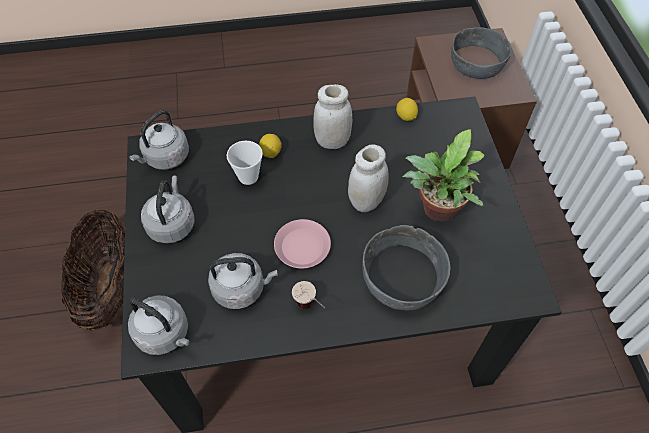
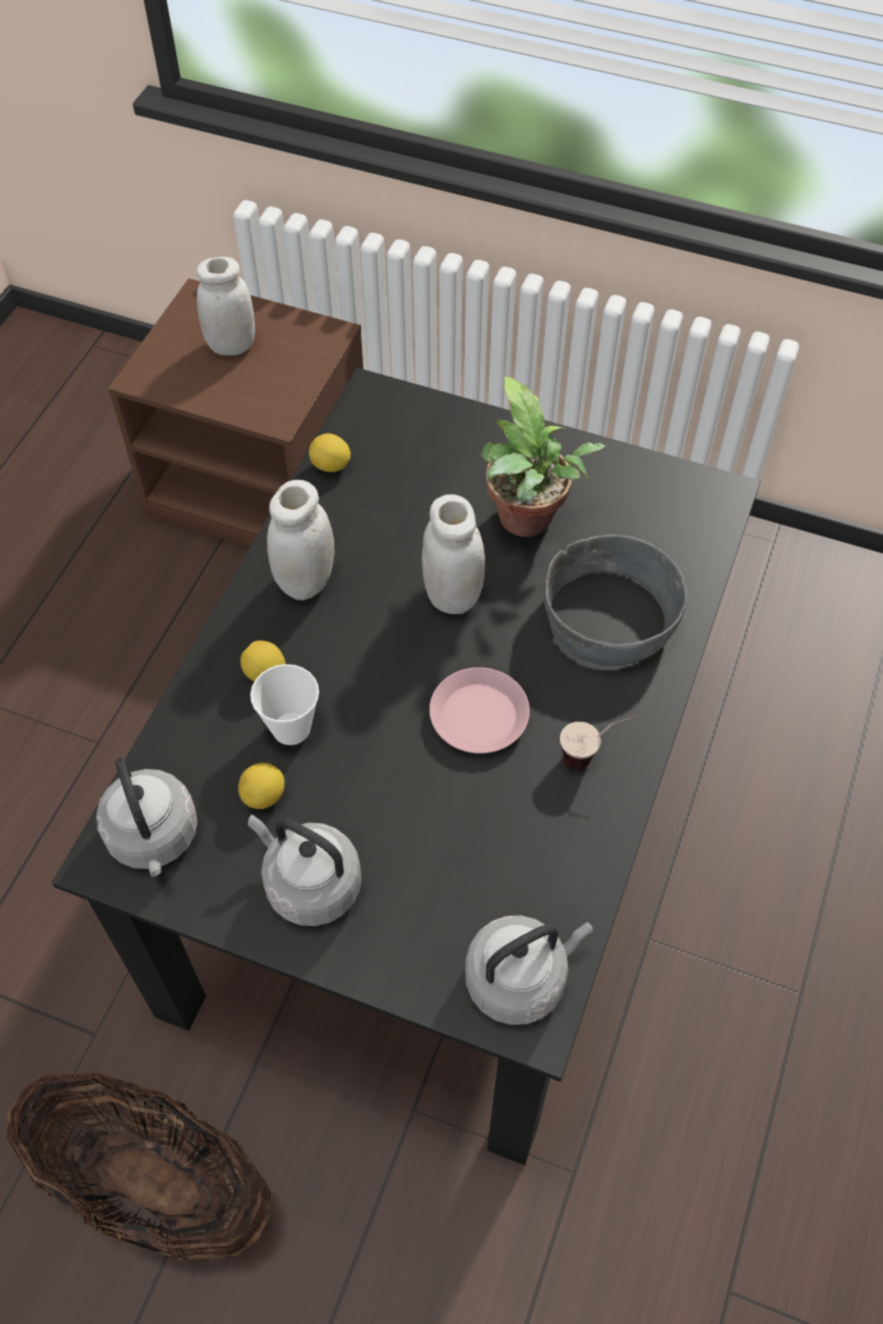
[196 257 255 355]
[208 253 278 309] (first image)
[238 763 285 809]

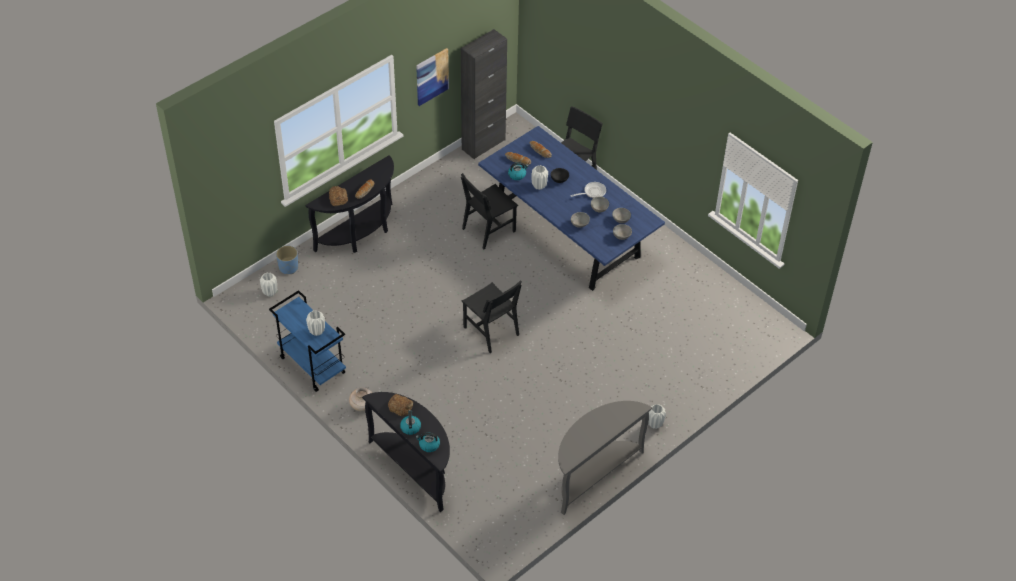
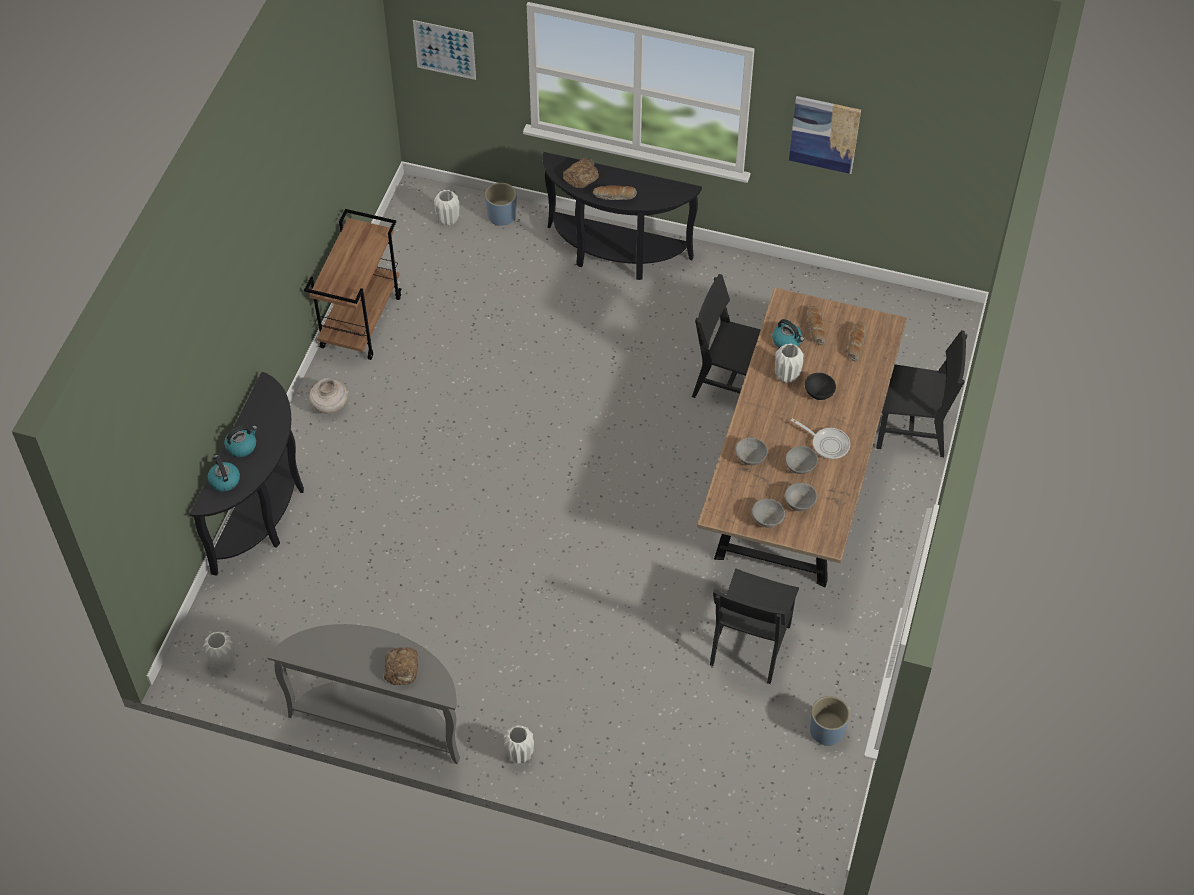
[461 29 507 159] (first image)
[697 288 907 587]
[710 568 799 684]
[304 209 402 360]
[203 632 235 669]
[384 647 418 685]
[413 20 476 80]
[810 696 850 746]

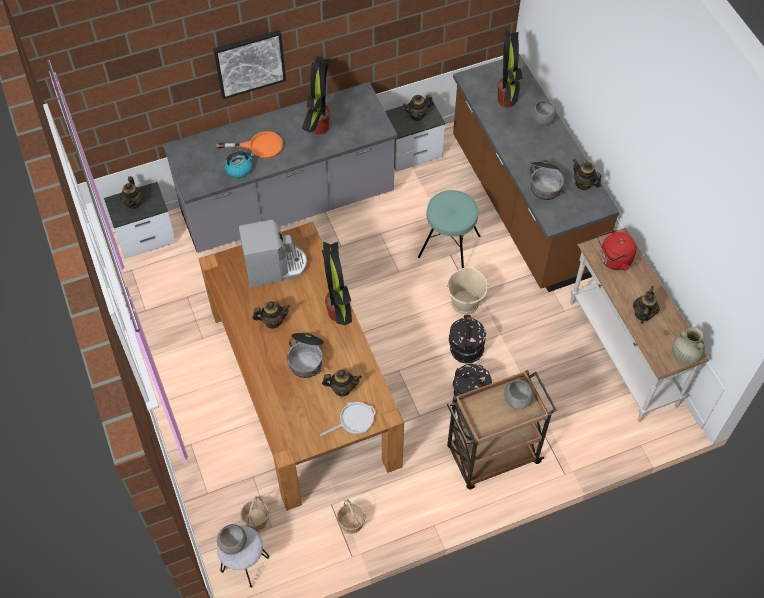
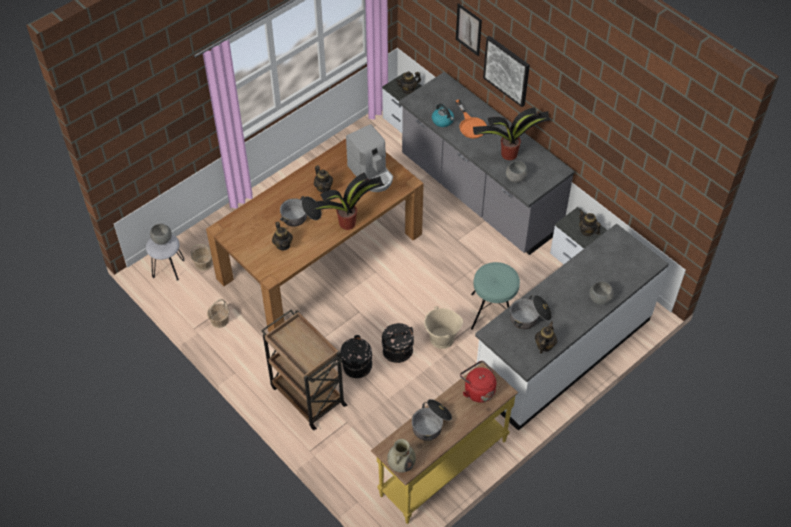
[497 29 523 107] (first image)
[475 224 668 431]
[371 363 518 524]
[412 399 452 441]
[506 161 528 183]
[320 402 376 436] (first image)
[456 3 482 56]

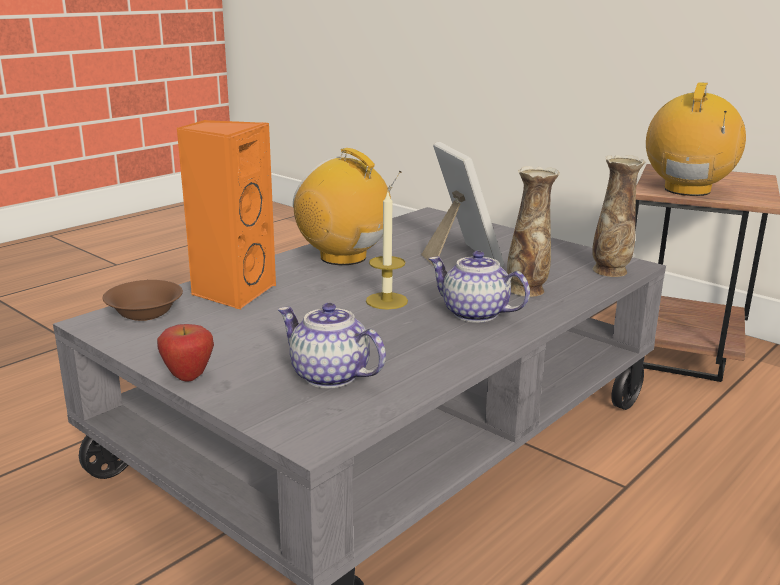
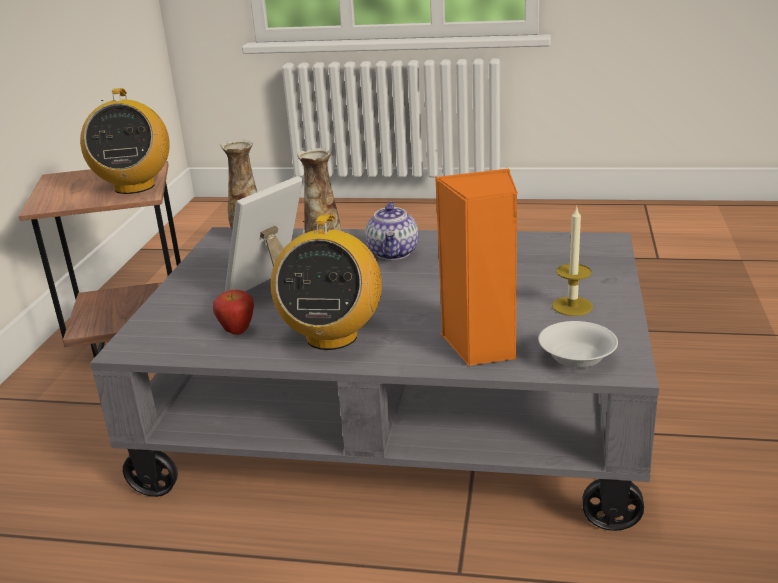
[80 88 170 194]
[552 206 593 316]
[538 321 618 368]
[278 303 386 388] (first image)
[213 290 254 335]

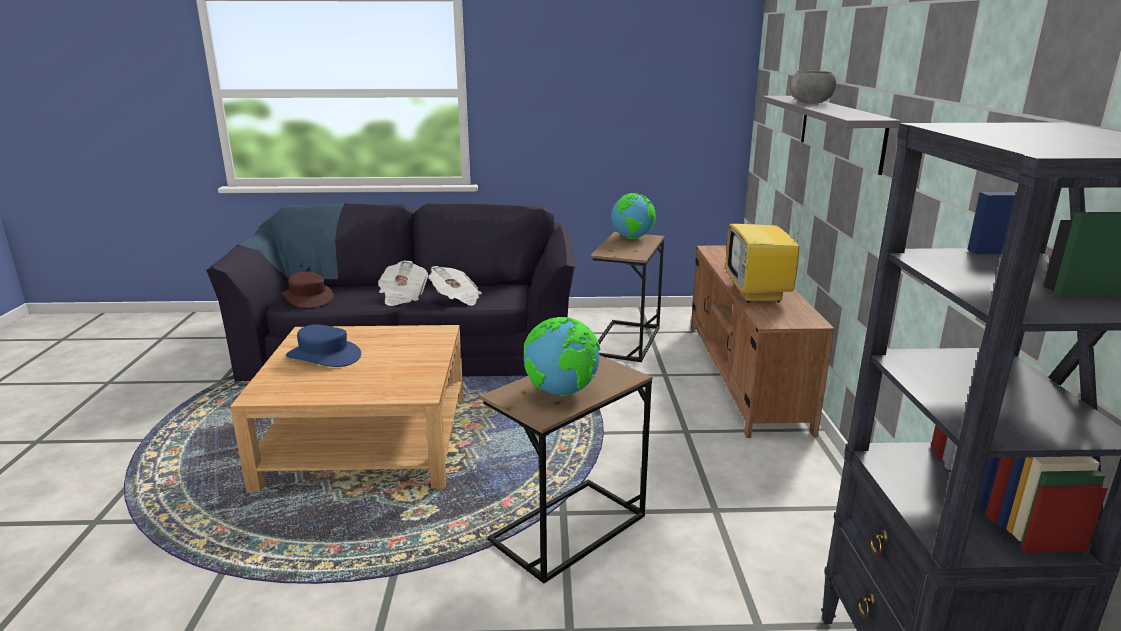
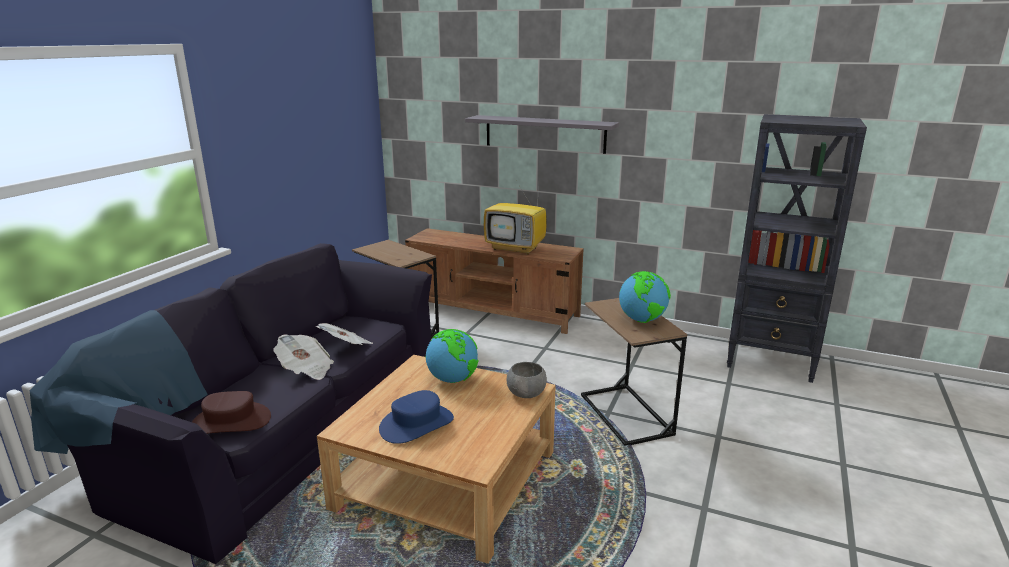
[507 362 547 398]
[425 329 478 383]

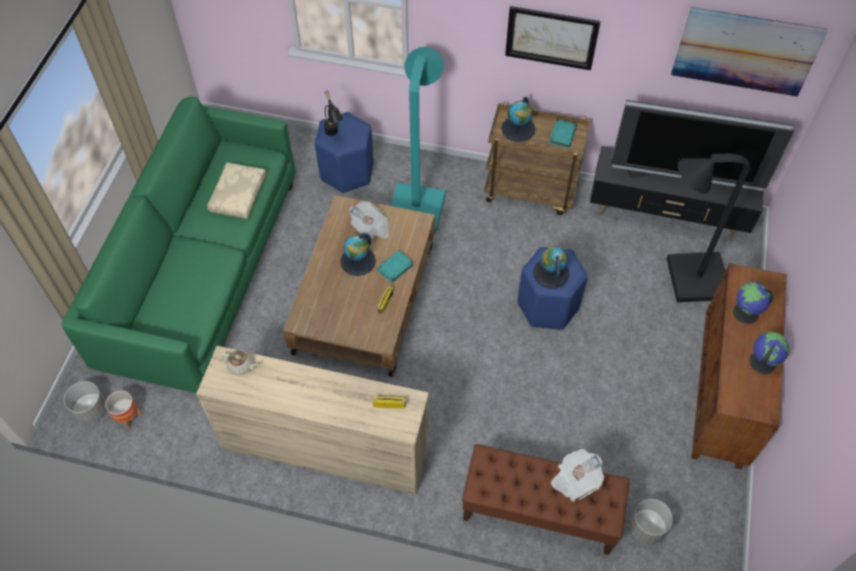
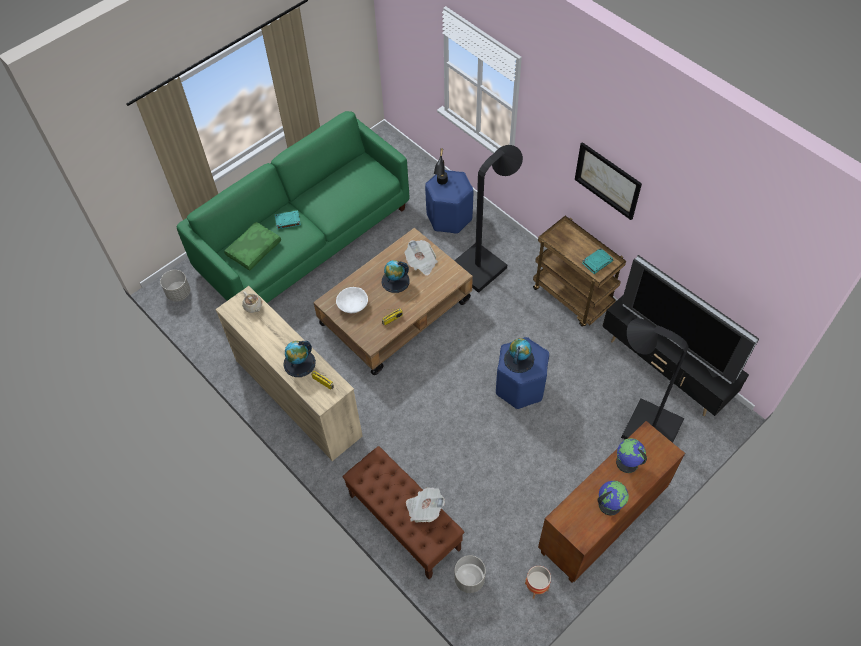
[671 7 828 97] (first image)
[454 145 523 293]
[283 341 316 377]
[207 163 266 218] (first image)
[275 210 301 230]
[525 566 551 599]
[224 222 281 271]
[336 287 368 313]

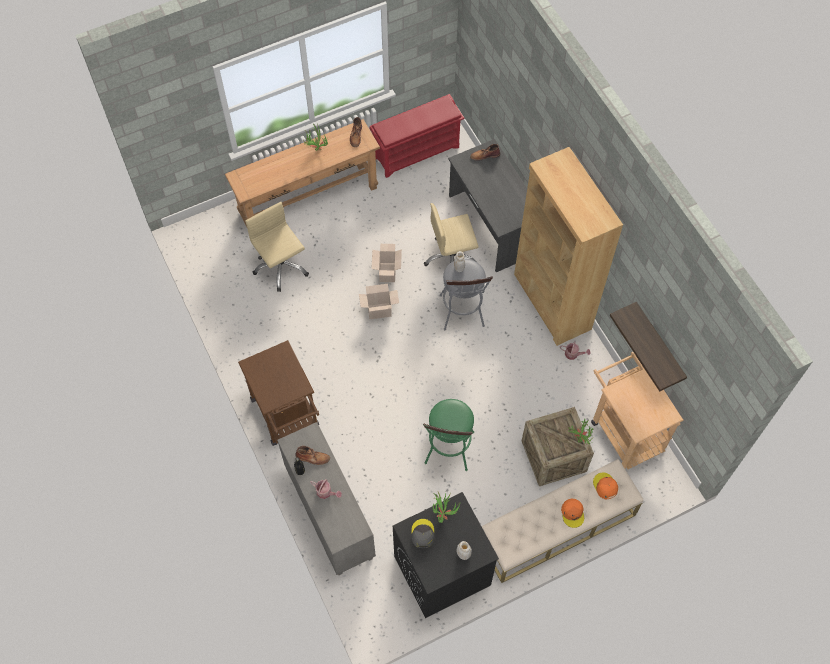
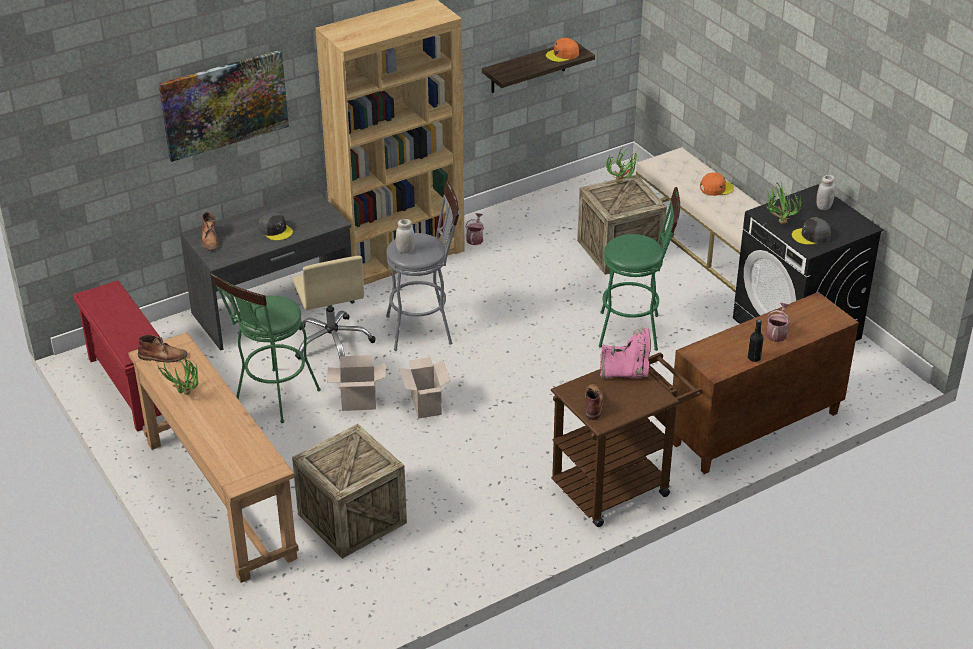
[292 424 407 559]
[591 352 683 469] (first image)
[673 292 859 474]
[585 384 604 420]
[546 38 579 62]
[159 50 289 162]
[259 212 293 241]
[211 273 321 423]
[600 328 651 379]

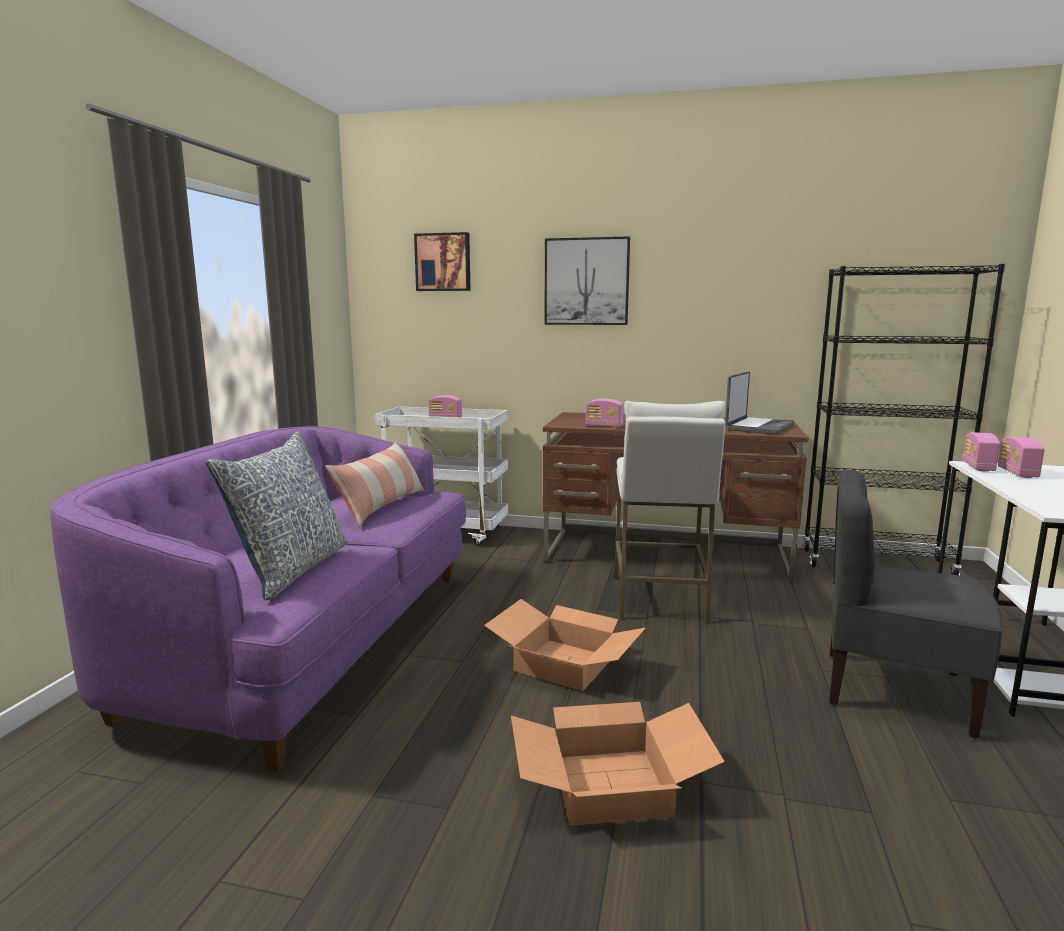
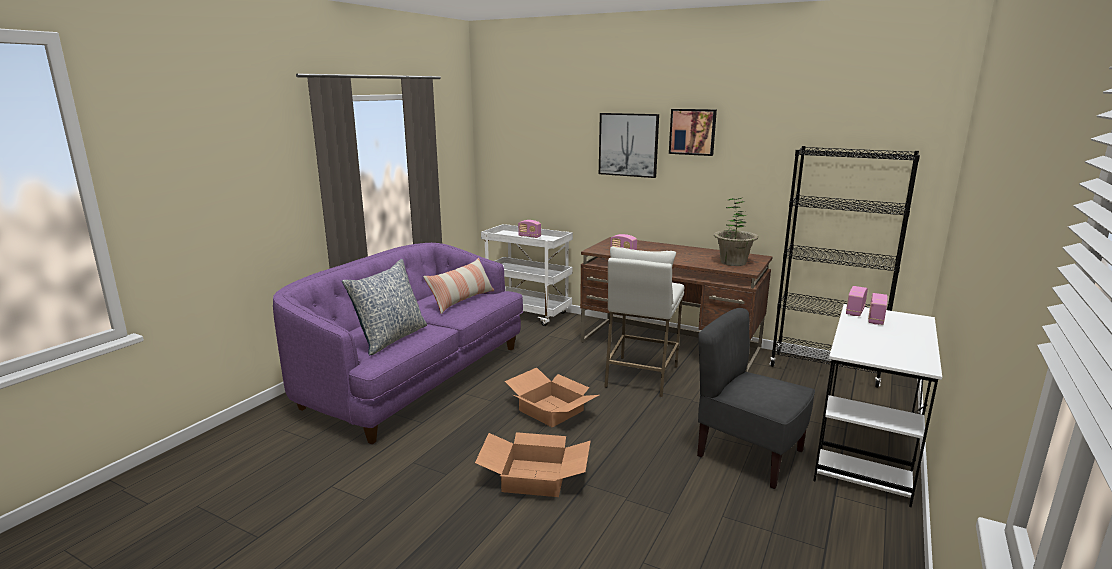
[669 109 717 156]
[714 197 758 266]

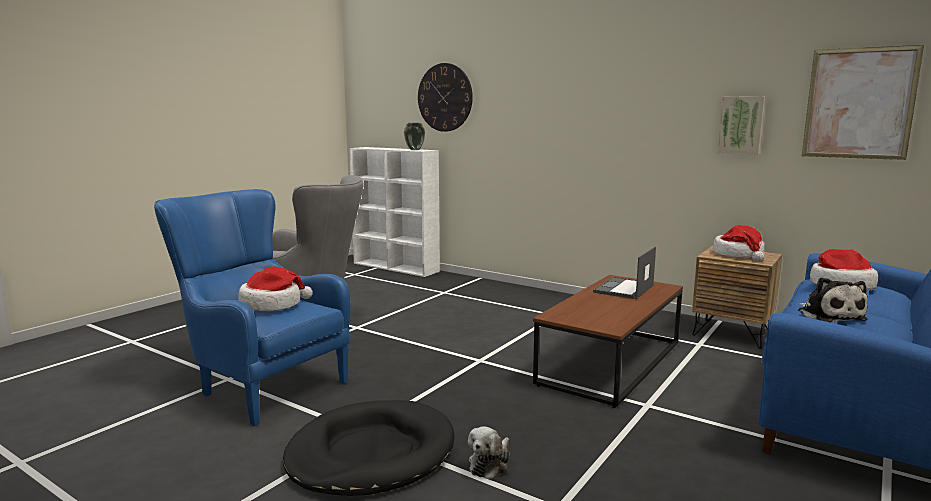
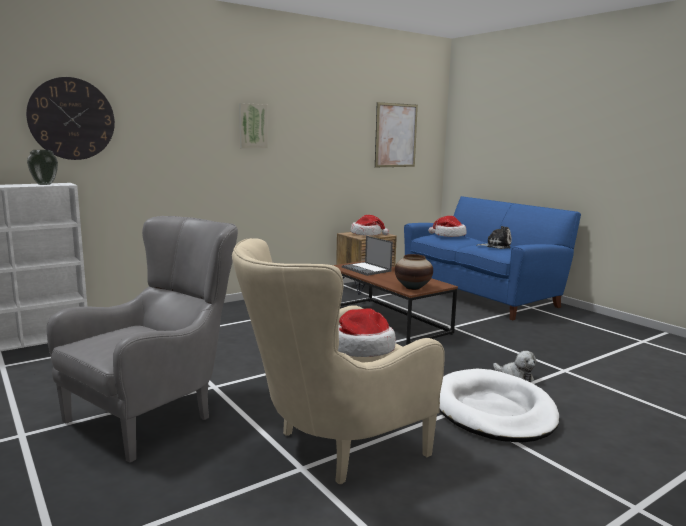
[239 103 268 148]
[232 238 445 484]
[440 368 560 442]
[395 254 433 290]

